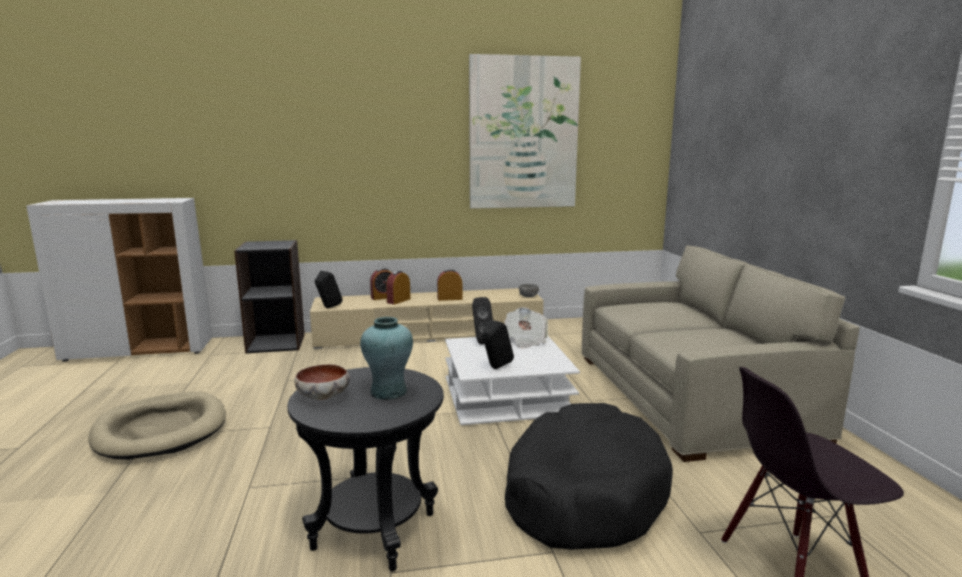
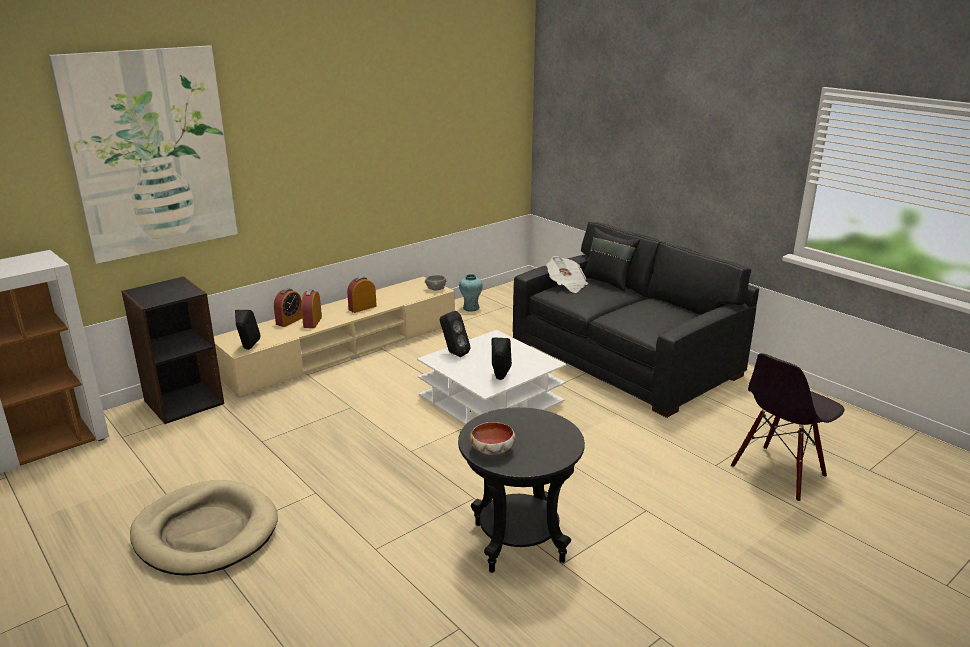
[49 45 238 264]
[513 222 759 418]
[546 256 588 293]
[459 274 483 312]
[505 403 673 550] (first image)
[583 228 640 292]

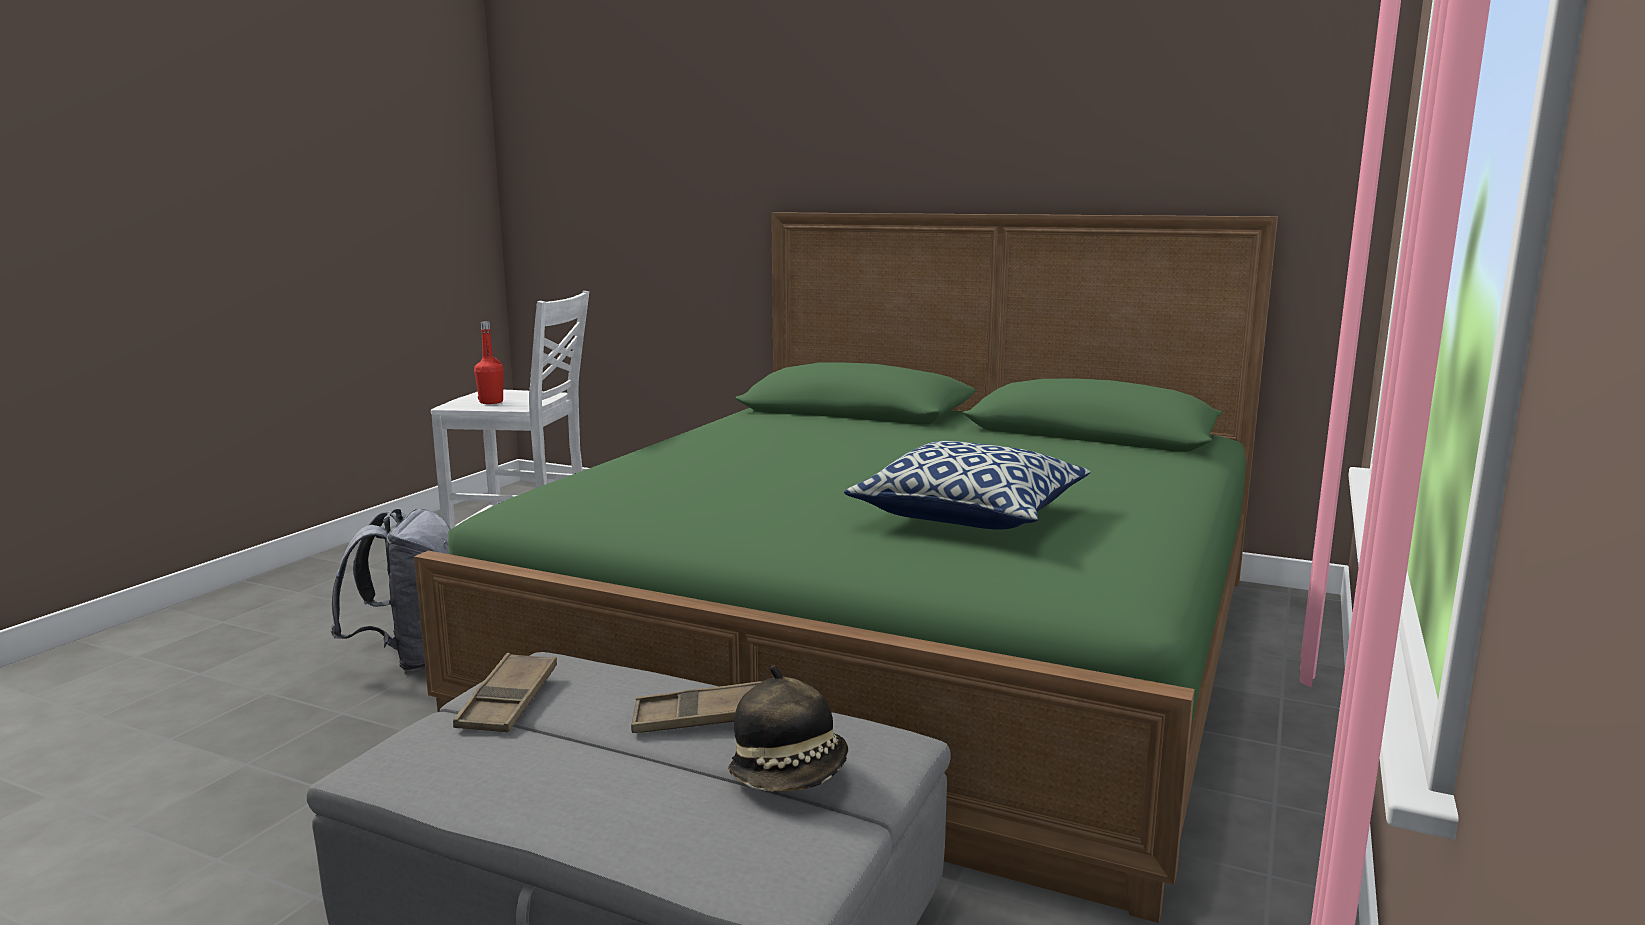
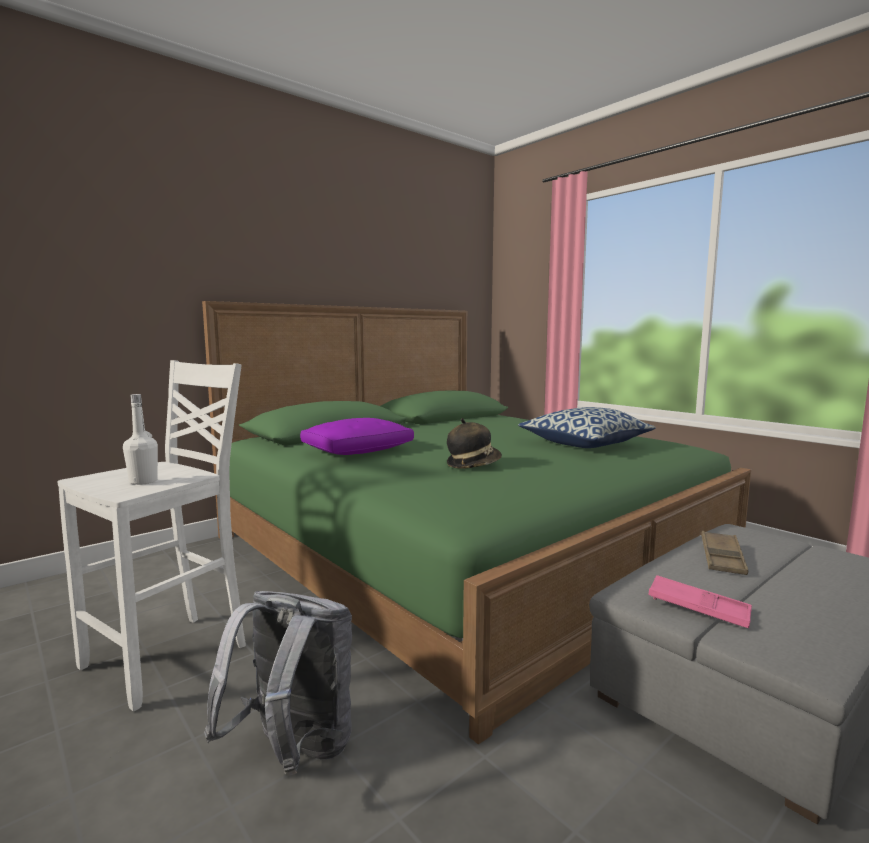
[123 394 158 485]
[648 575 752 628]
[447 418 502 469]
[300 418 414 455]

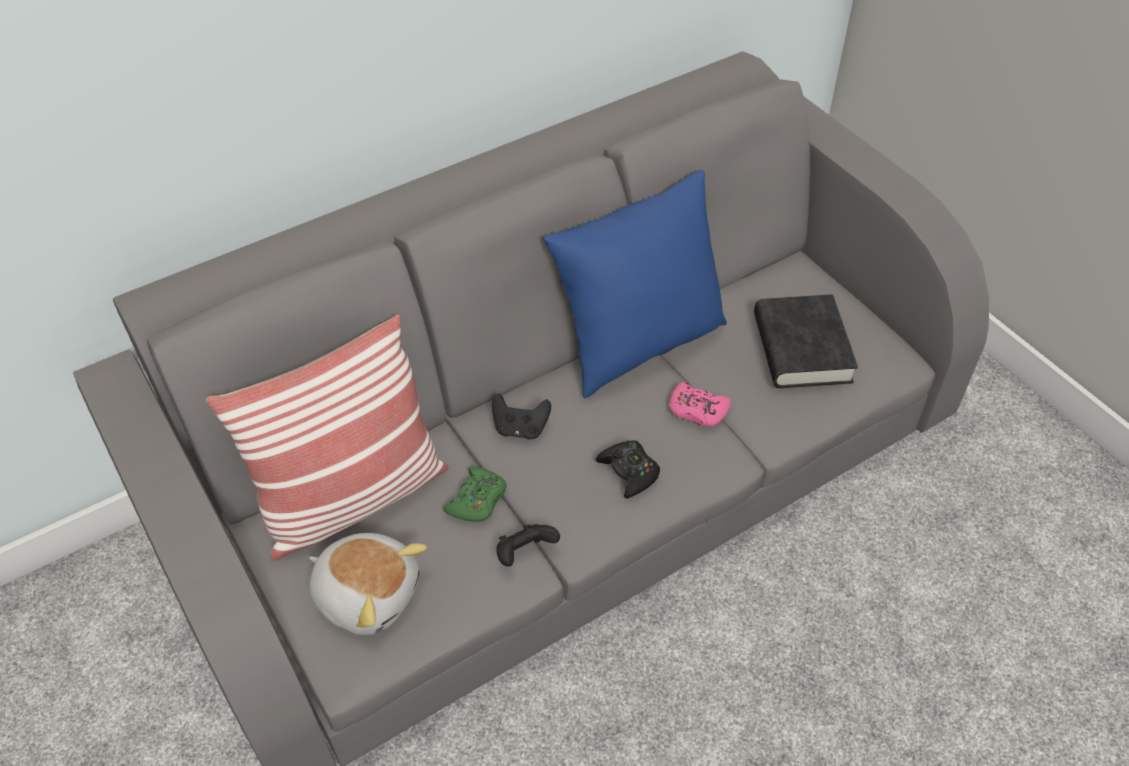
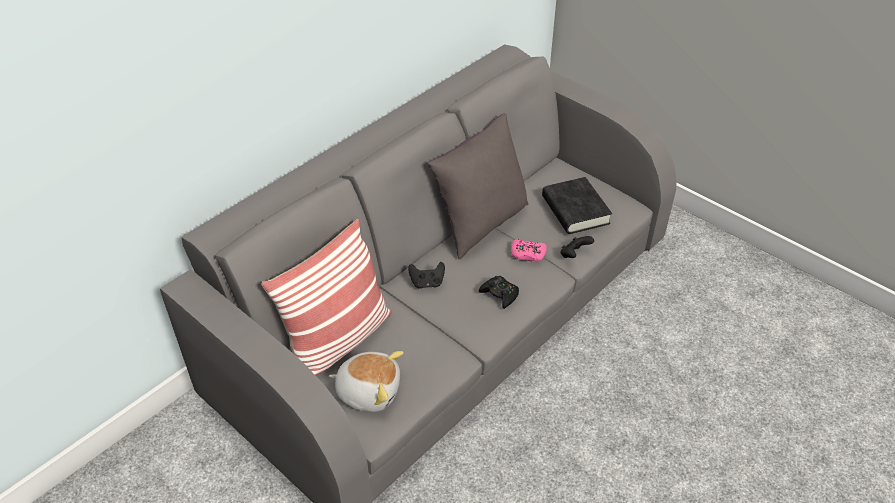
[428 113 528 260]
[444 466 507 522] (first image)
[560 236 594 258]

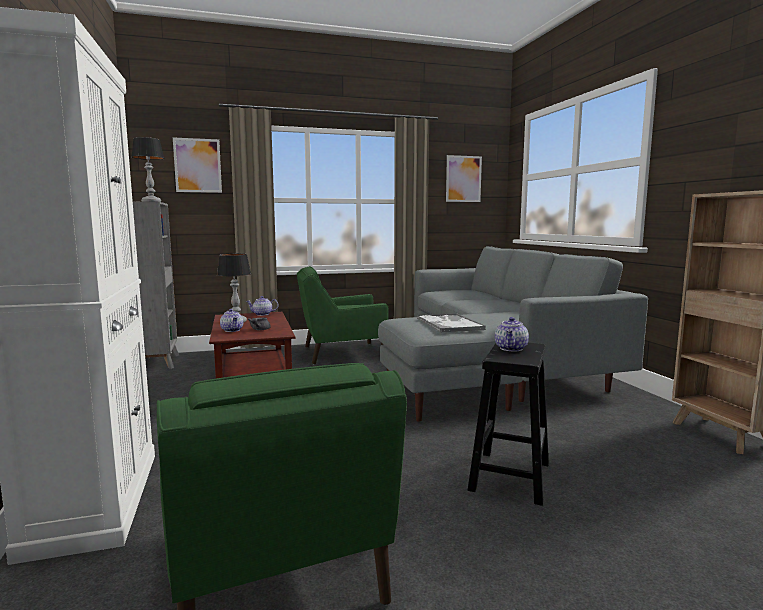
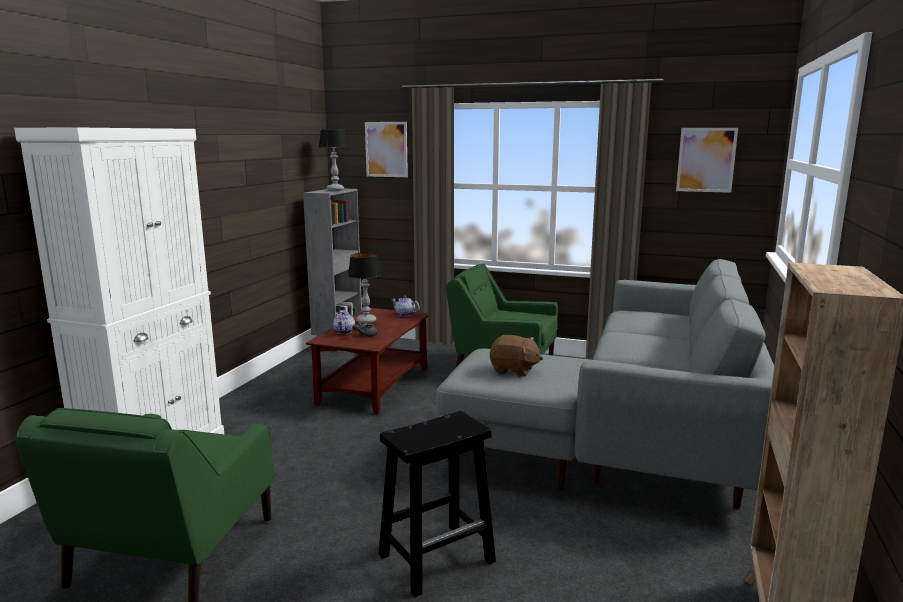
[490 335 543 377]
[495 317 529 351] (first image)

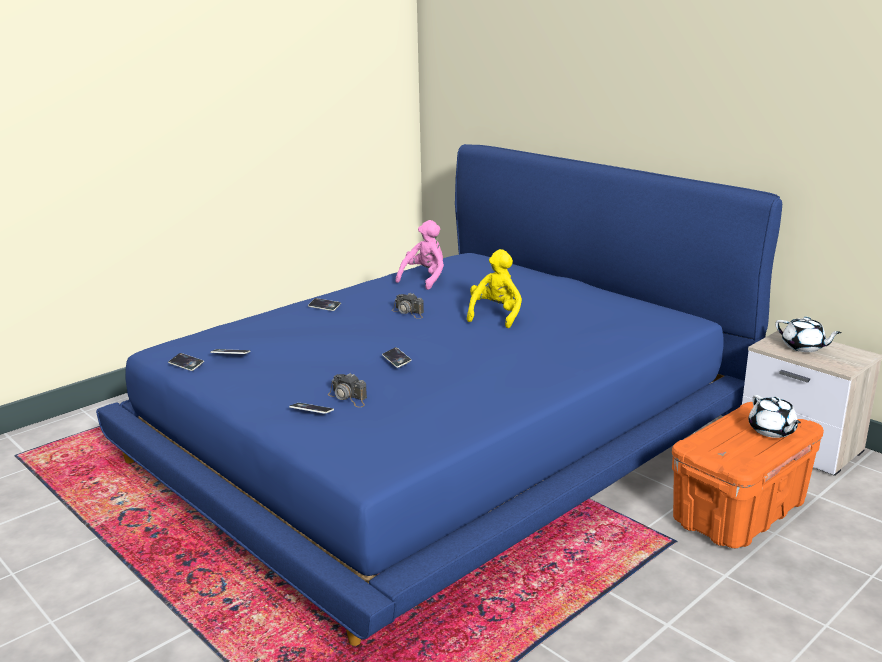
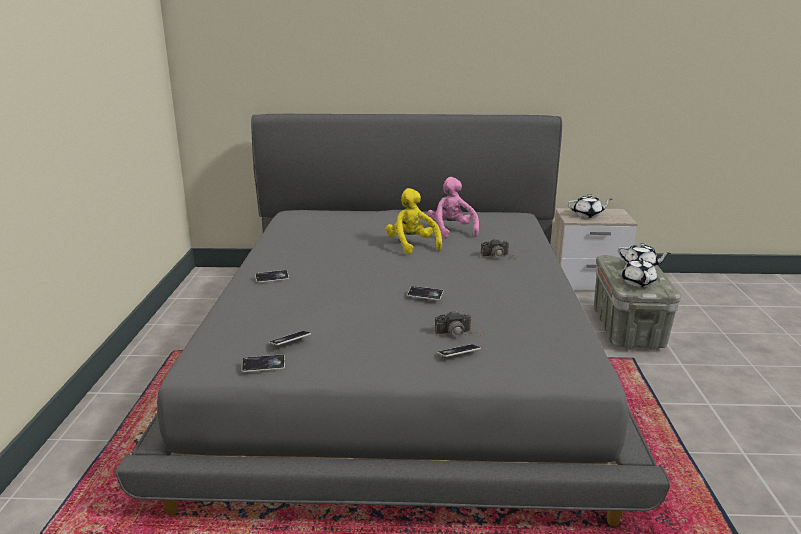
[115 114 670 526]
[427 177 479 239]
[480 239 517 259]
[594 255 681 350]
[622 254 657 287]

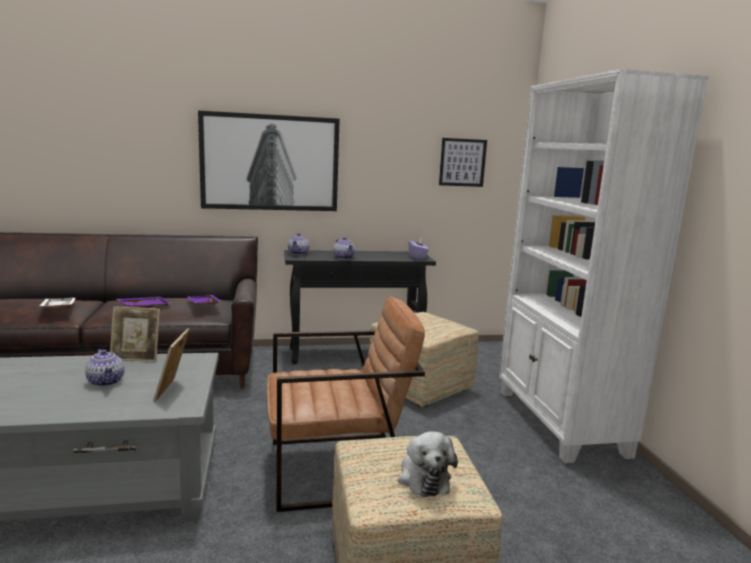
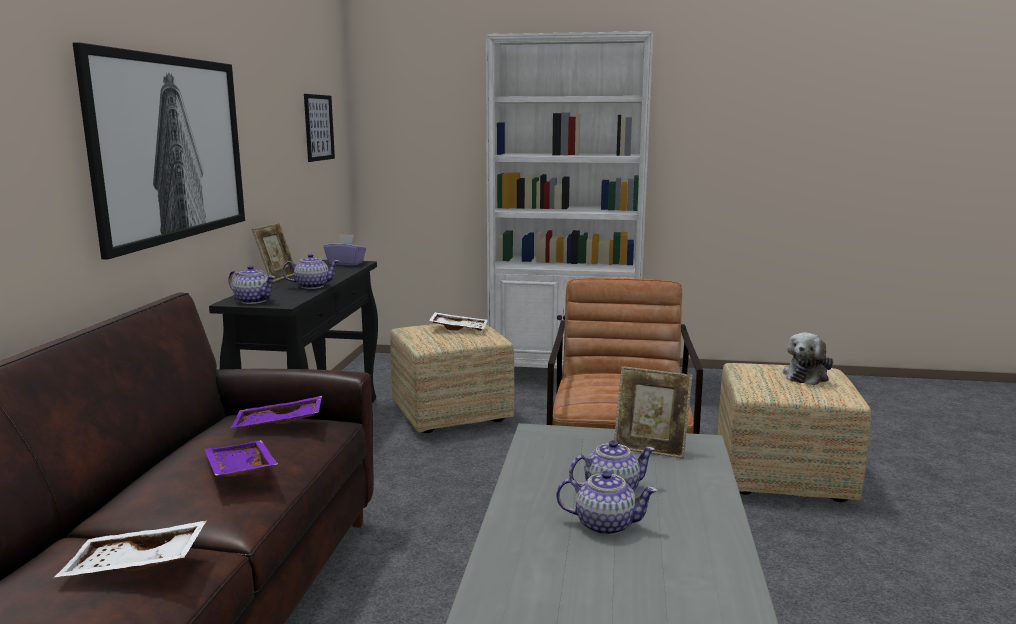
[252 223 294 282]
[783 332 833 385]
[429 312 488 331]
[556 471 658 536]

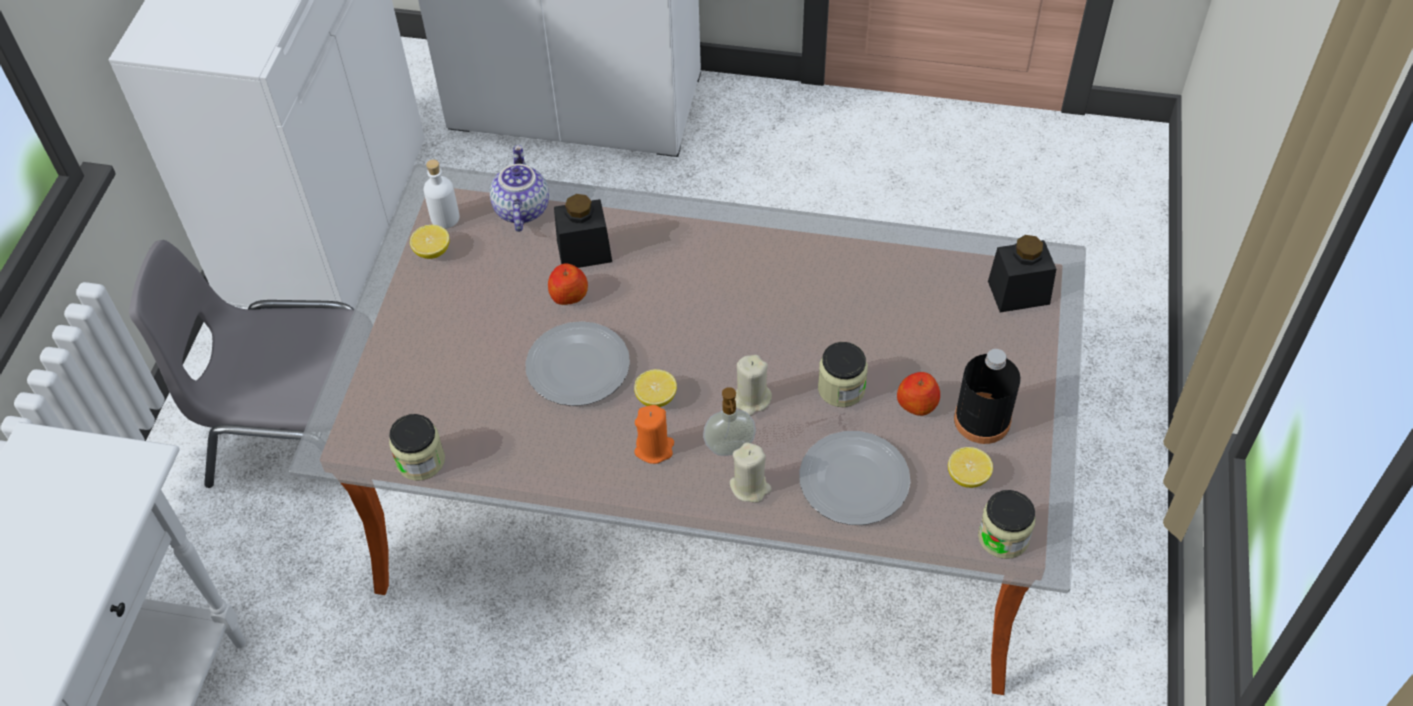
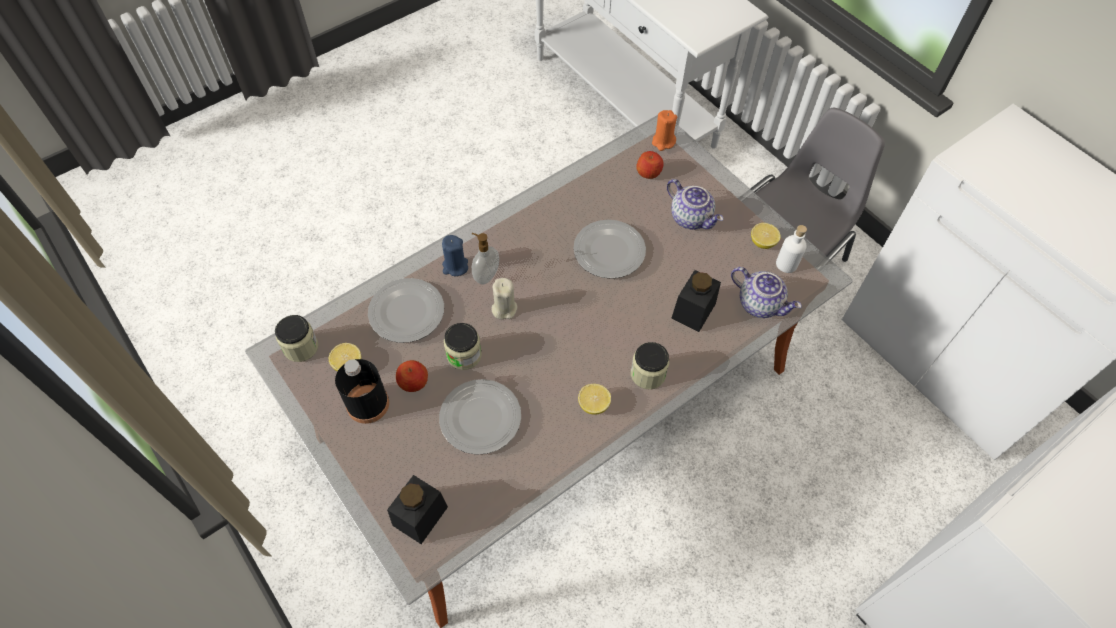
[636 151 663 179]
[578 384 611 415]
[652 110 677 151]
[631 342 669 389]
[442 235 468 276]
[667 179 723 230]
[439 379 521 455]

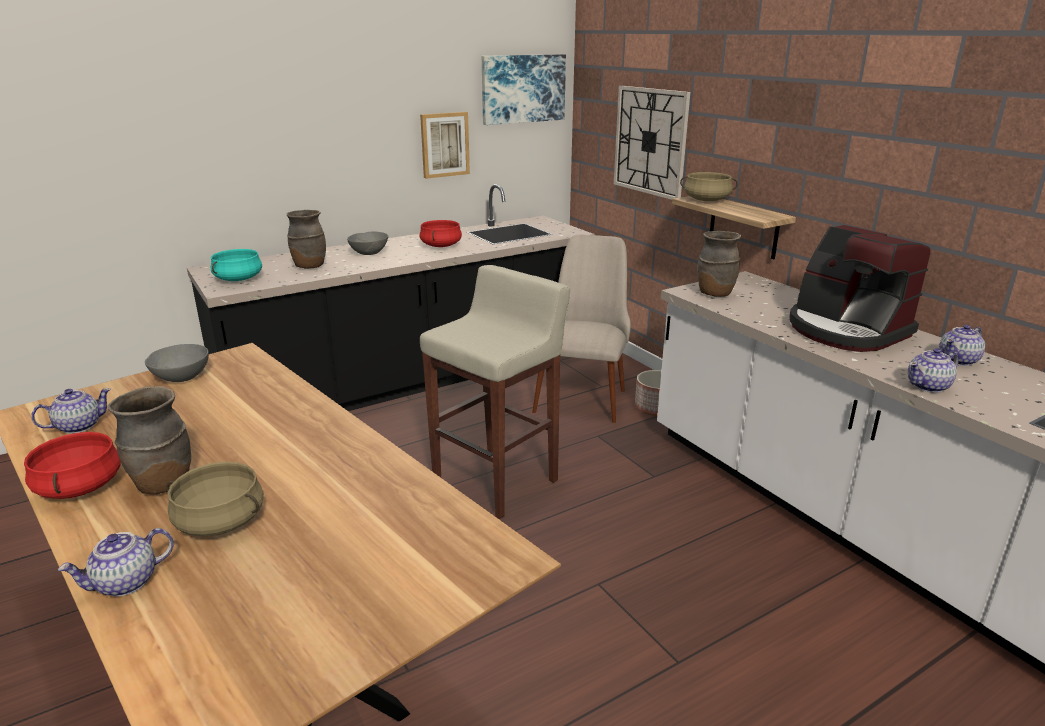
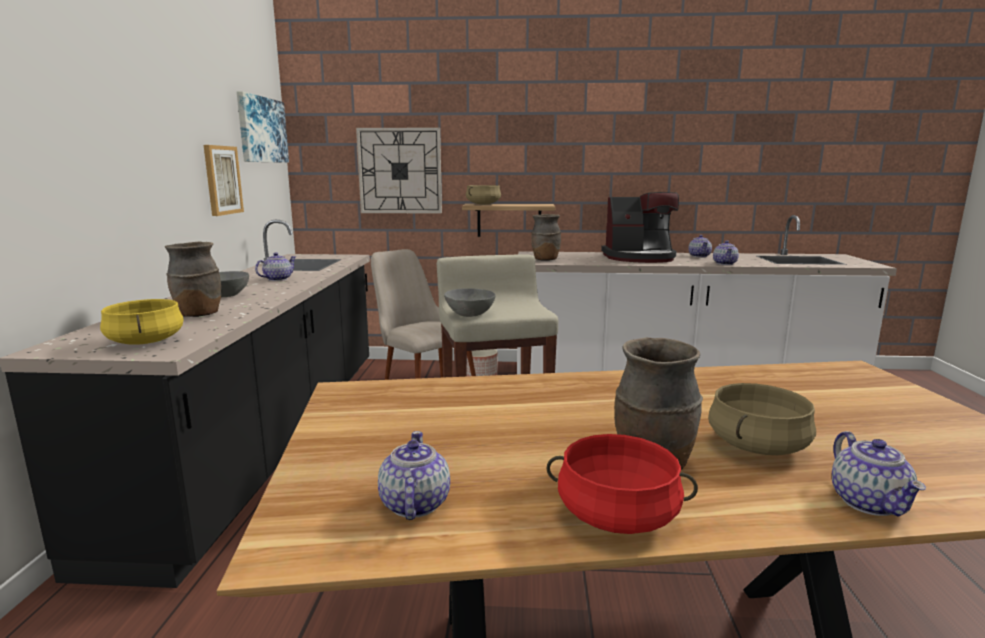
[255 252 296 281]
[100 299 184 345]
[444 288 496 317]

